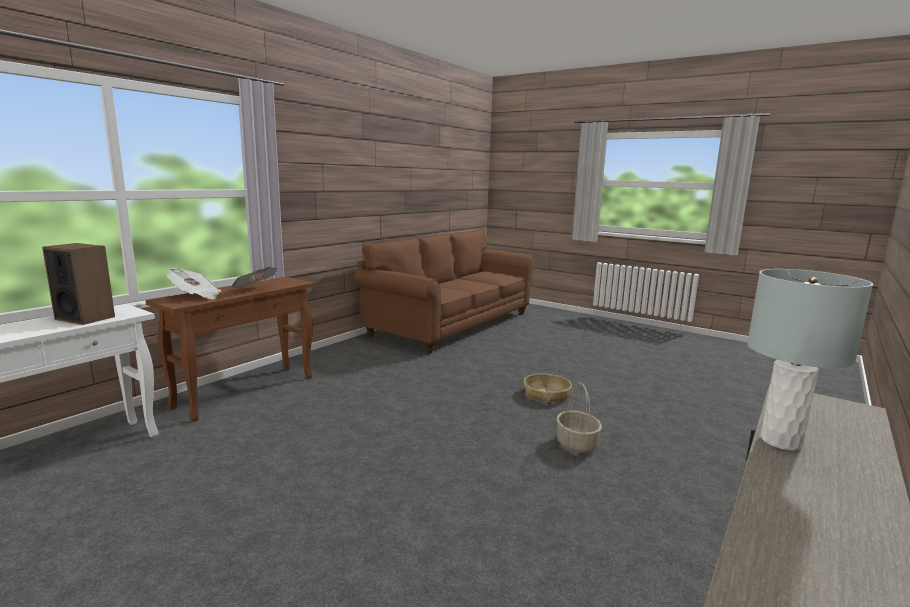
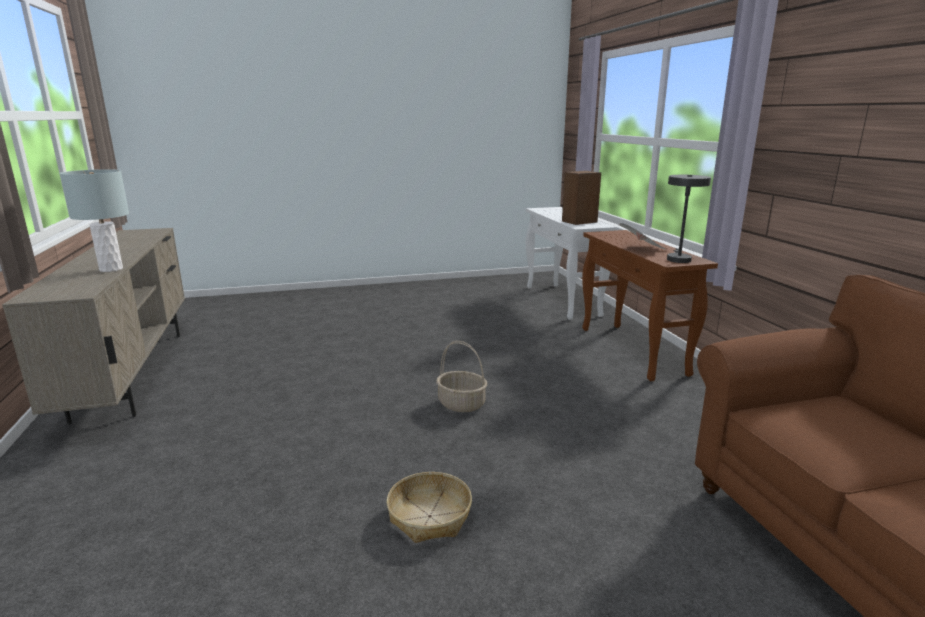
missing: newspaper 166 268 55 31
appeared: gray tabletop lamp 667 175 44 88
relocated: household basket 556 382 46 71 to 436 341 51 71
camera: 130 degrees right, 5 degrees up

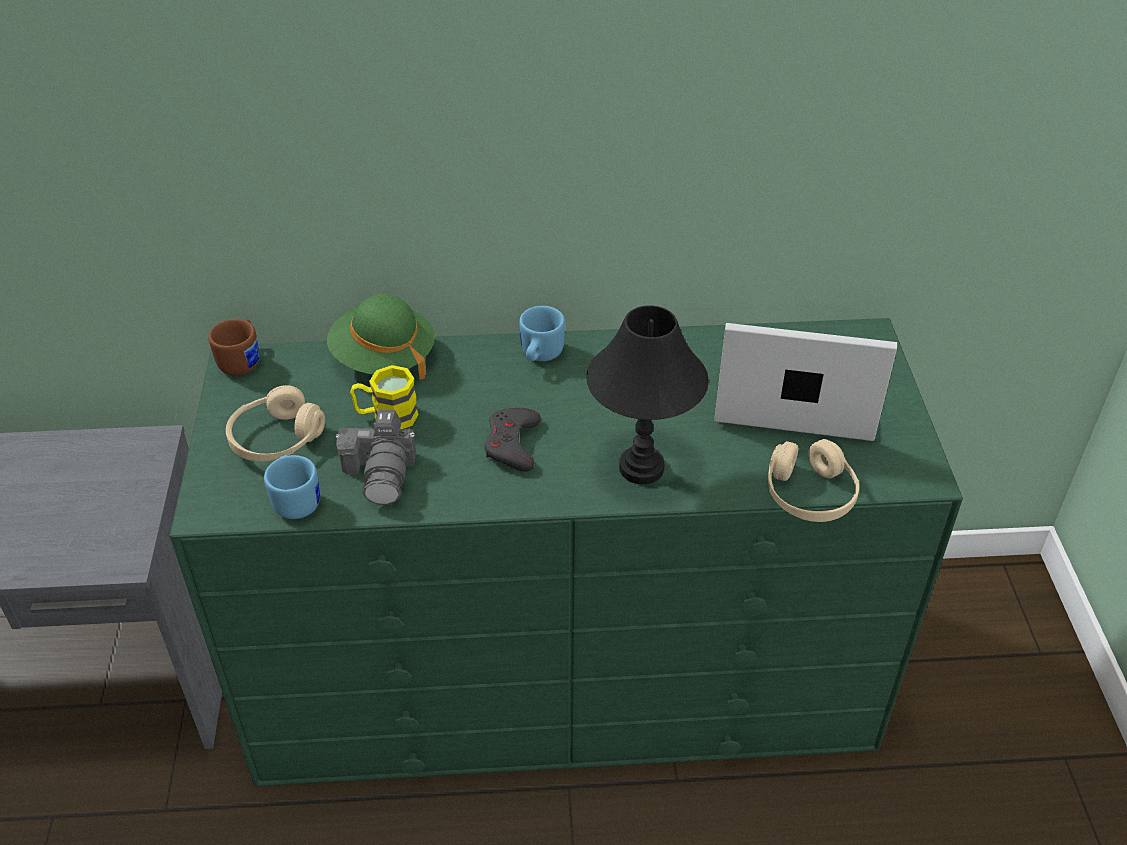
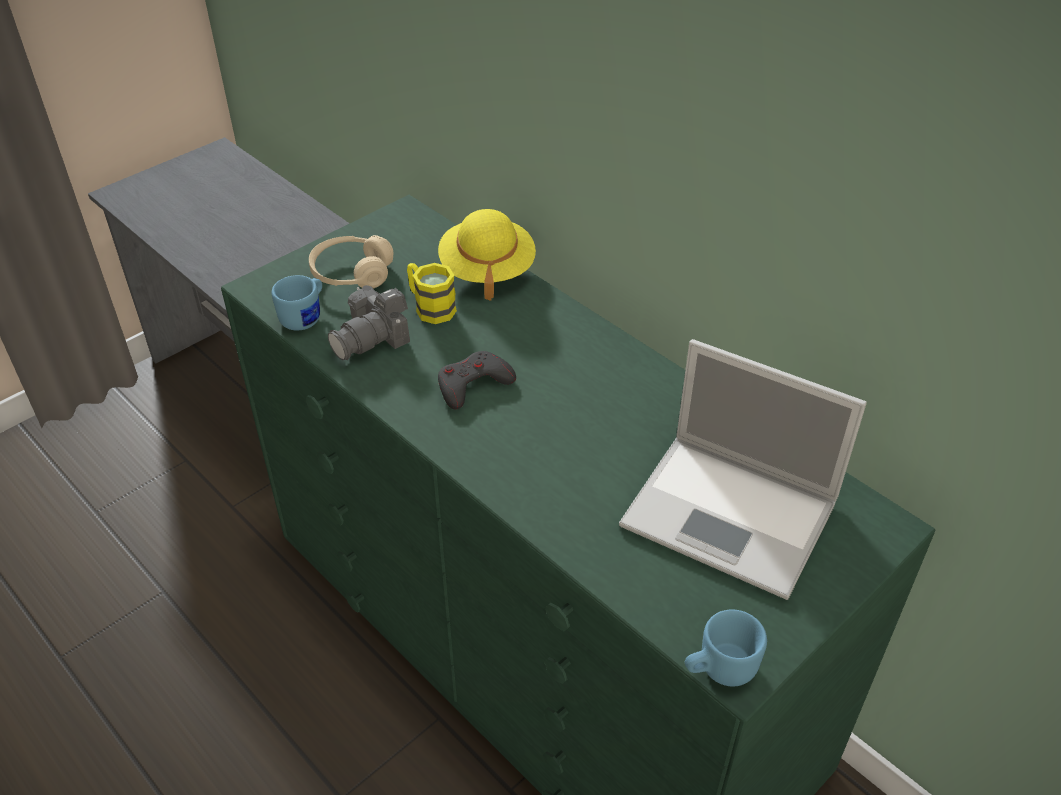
missing: black-coloured tabletop lamp 586 305 123 179; brown tea mug 208 319 51 56; beige-coloured headphones 768 439 91 83
relocated: blue tea mug 519 306 46 55 to 685 610 82 77
colour: greenish clothing hat 327 294 108 86 to yellowish clothing hat 438 209 98 92
spun: portable computer 714 323 183 118 = 619 339 248 261 150 degrees clockwise
camera: 50 degrees right, 0 degrees up

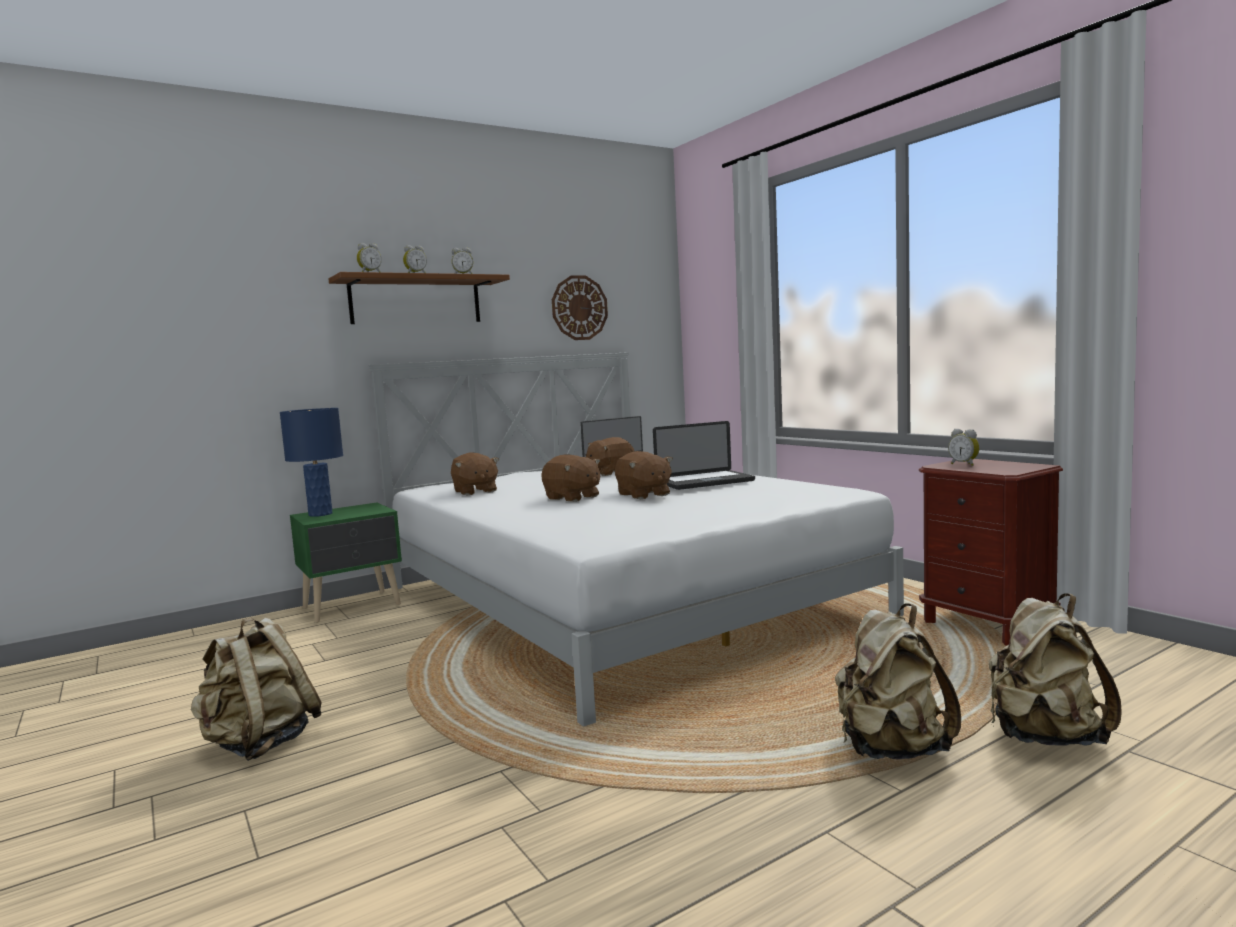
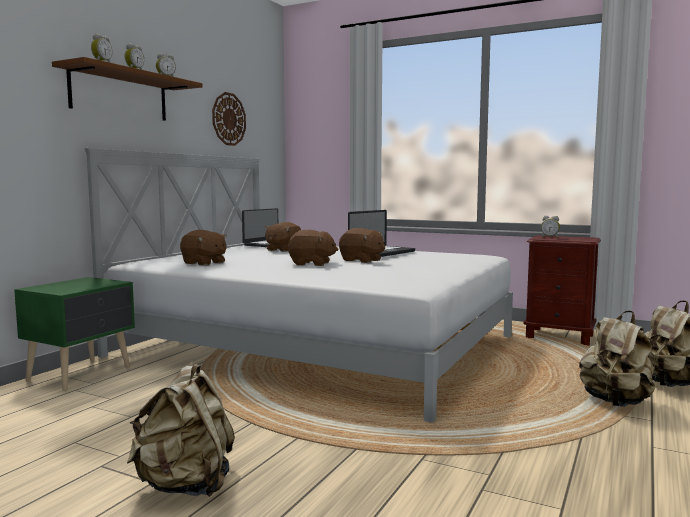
missing: blue tabletop lamp 280 408 63 109
camera: 30 degrees left, 0 degrees up

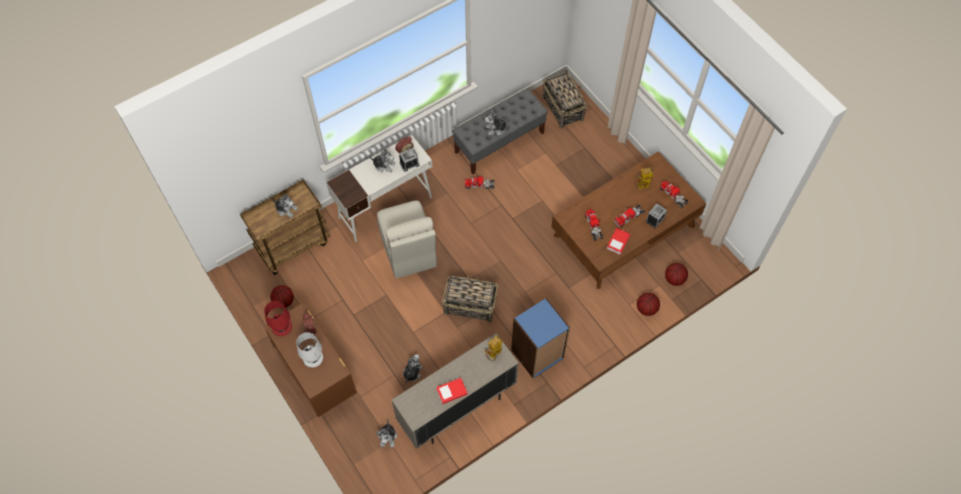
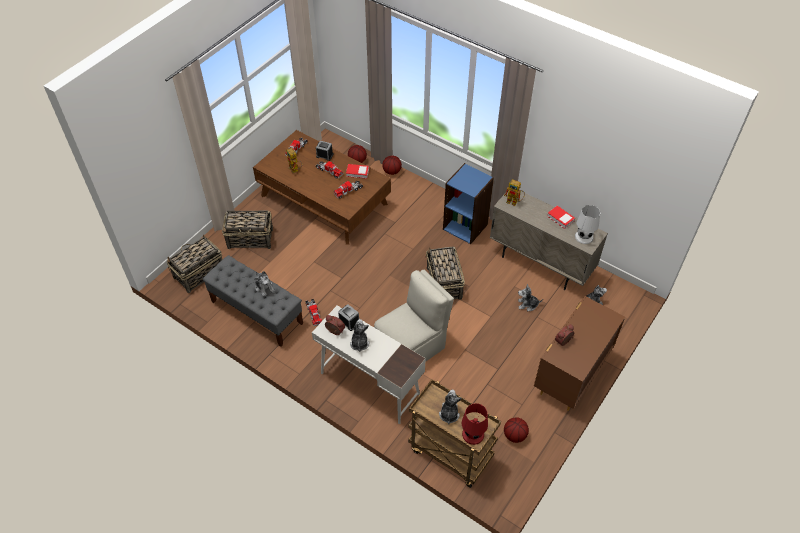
appeared: household basket 222 211 51 38
relocated: reddish tabletop lamp 264 301 28 35 to 462 403 26 42; white tabletop lamp 296 332 27 36 to 575 205 25 39
camera: 110 degrees left, 10 degrees down

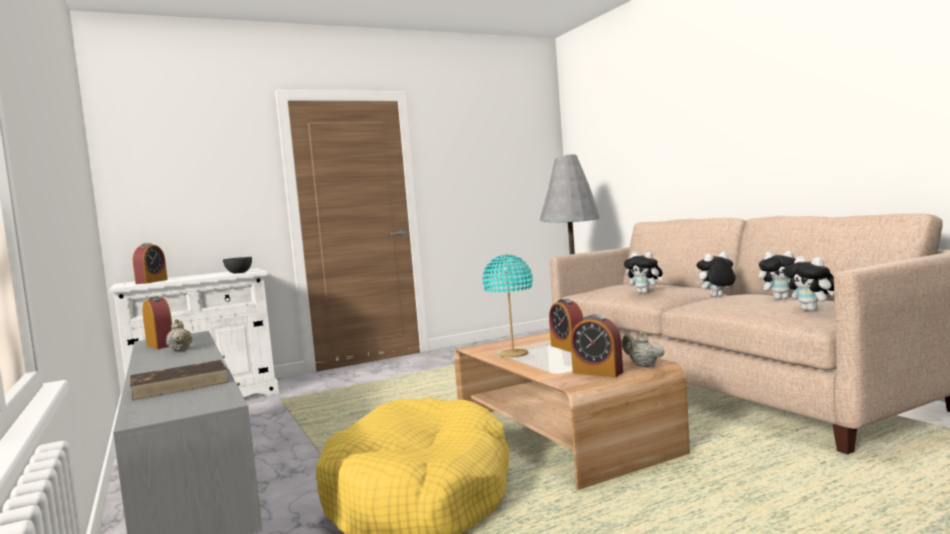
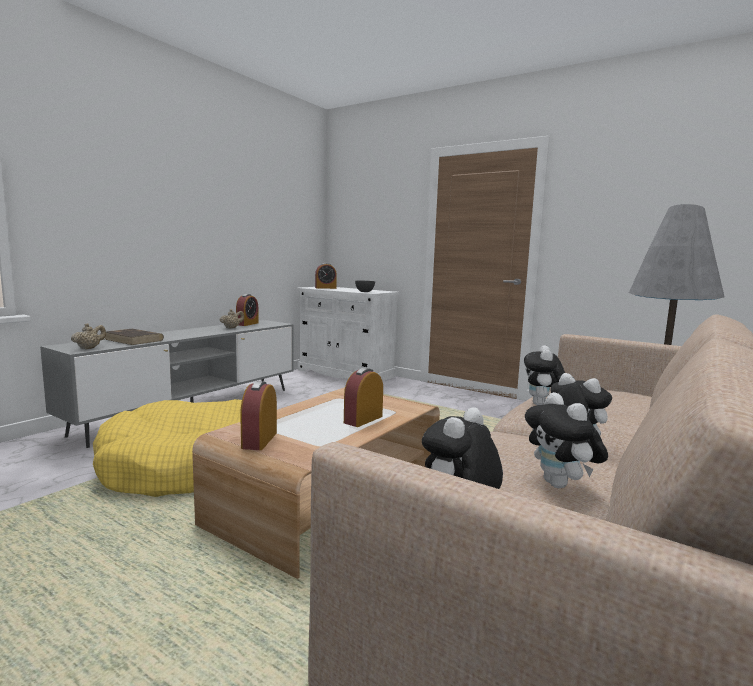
missing: turquoise tabletop lamp 482 255 51 102
relocated: beige-coloured pot for tea 622 332 43 35 to 71 323 35 26
camera: 60 degrees right, 5 degrees up

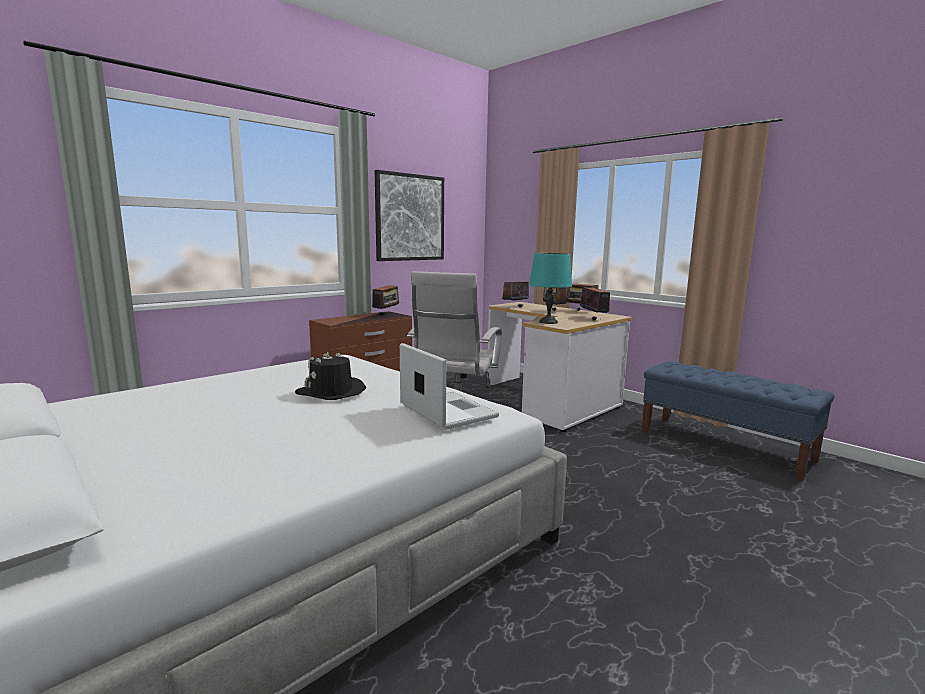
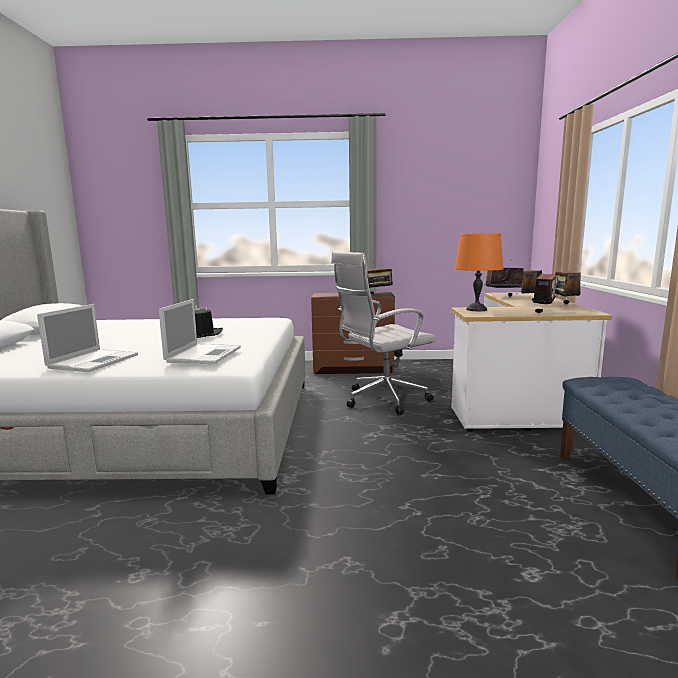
missing: picture 375 170 69 91
appeared: portable computer 37 304 101 68
colour: turquoise tabletop lamp 529 253 43 71 to orange-coloured tabletop lamp 455 233 49 78
camera: 45 degrees right, 0 degrees up

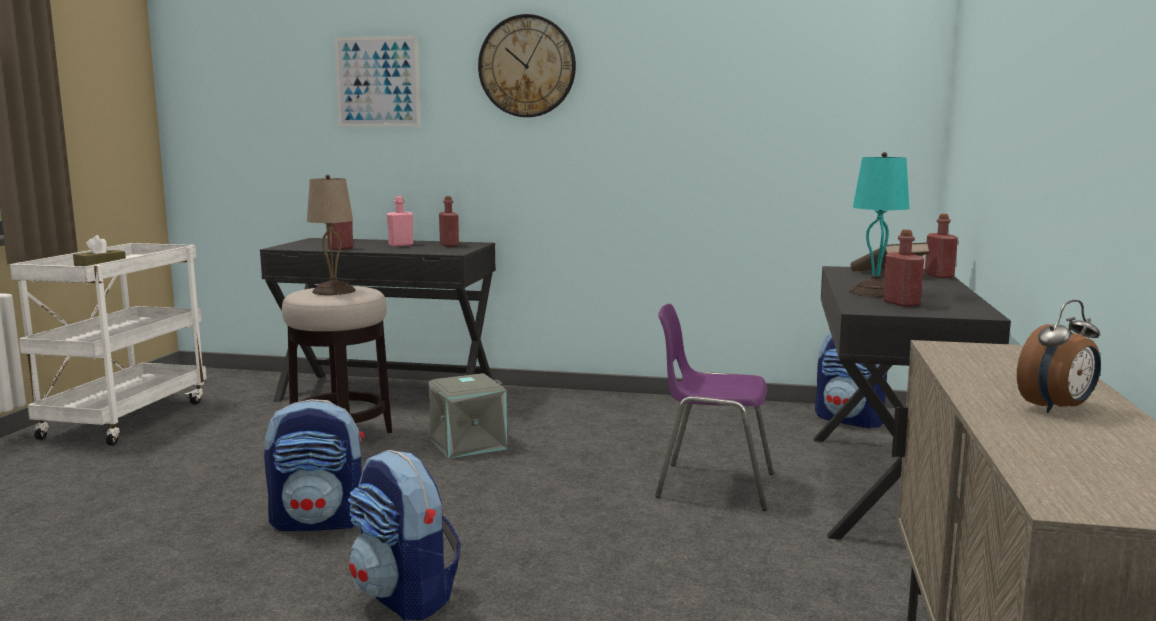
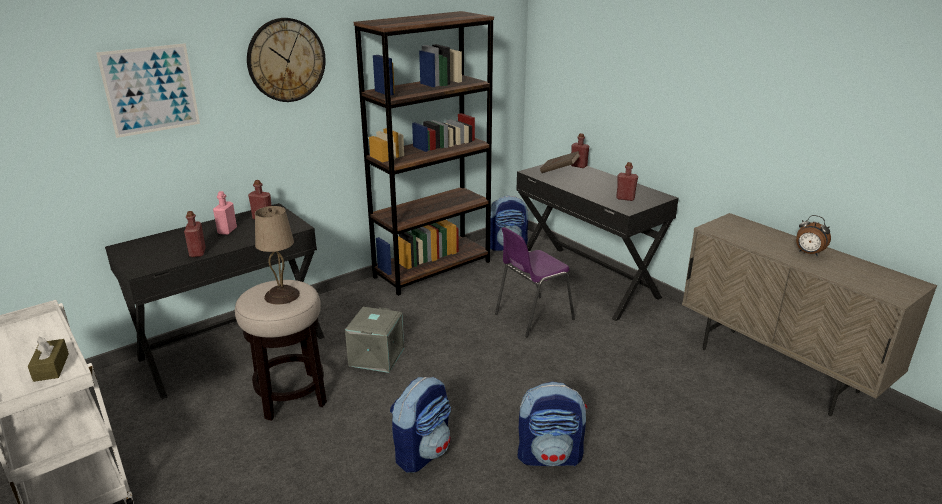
missing: turquoise tabletop lamp 849 152 60 145
appeared: brown shelving unit 354 11 140 285
spun: alarm clock 1017 300 84 113 = 796 215 35 41 120 degrees clockwise
camera: 50 degrees left, 15 degrees up

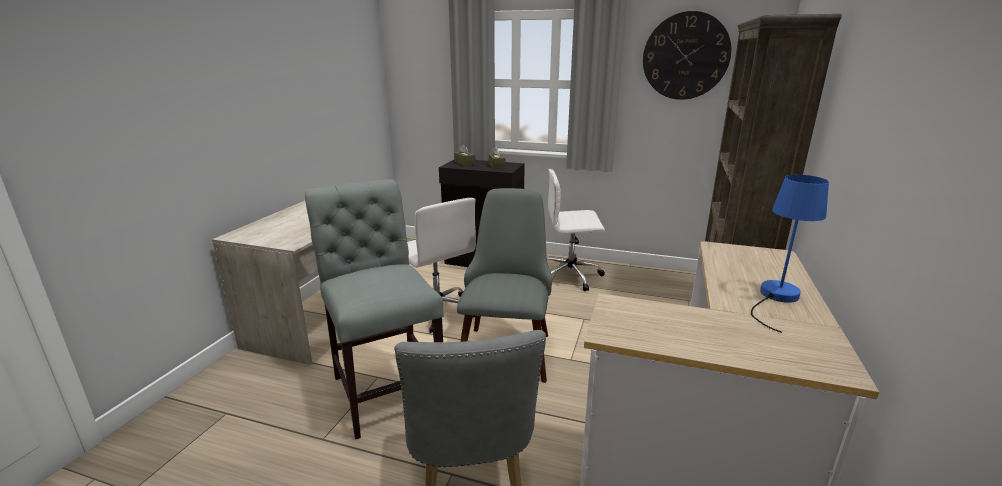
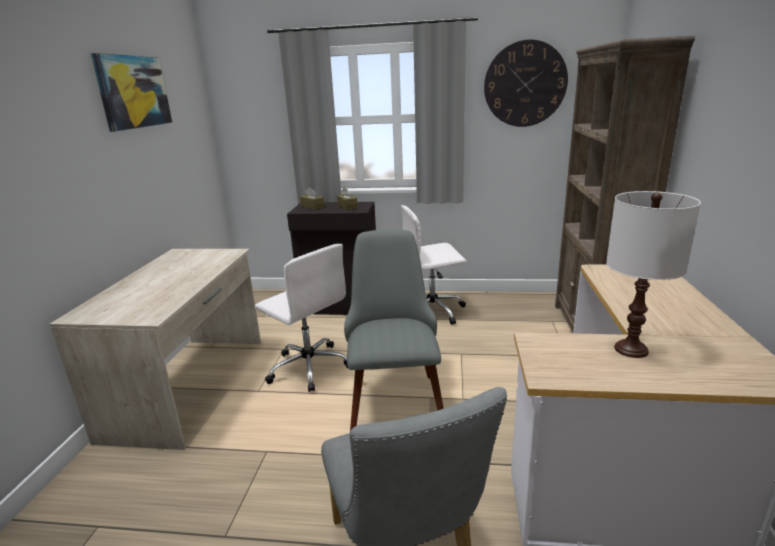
missing: blue tabletop lamp 751 175 78 158; gray upright chair 305 179 139 260
appeared: picture 91 53 81 79; white tabletop lamp 606 191 95 167
camera: 10 degrees left, 0 degrees up

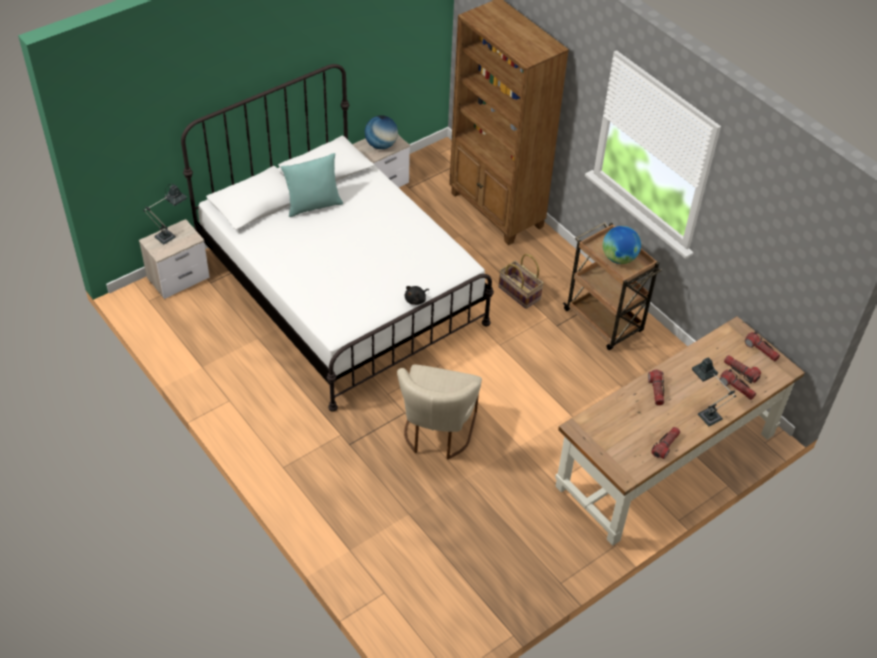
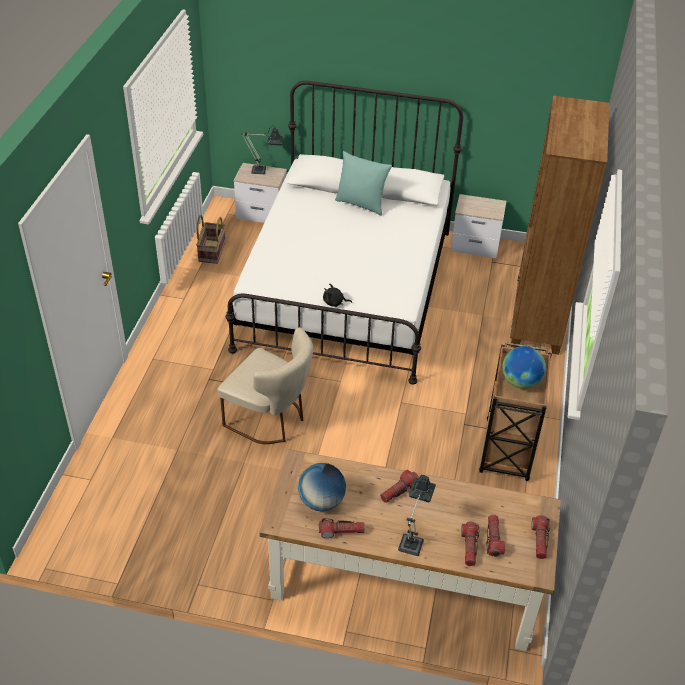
relocated: desk globe 365 115 33 34 to 298 463 48 48; household basket 499 254 45 55 to 196 215 29 49
spun: beige-coloured upright chair 397 364 85 95 = 218 327 95 117 120 degrees counterclockwise
camera: 50 degrees right, 5 degrees down

